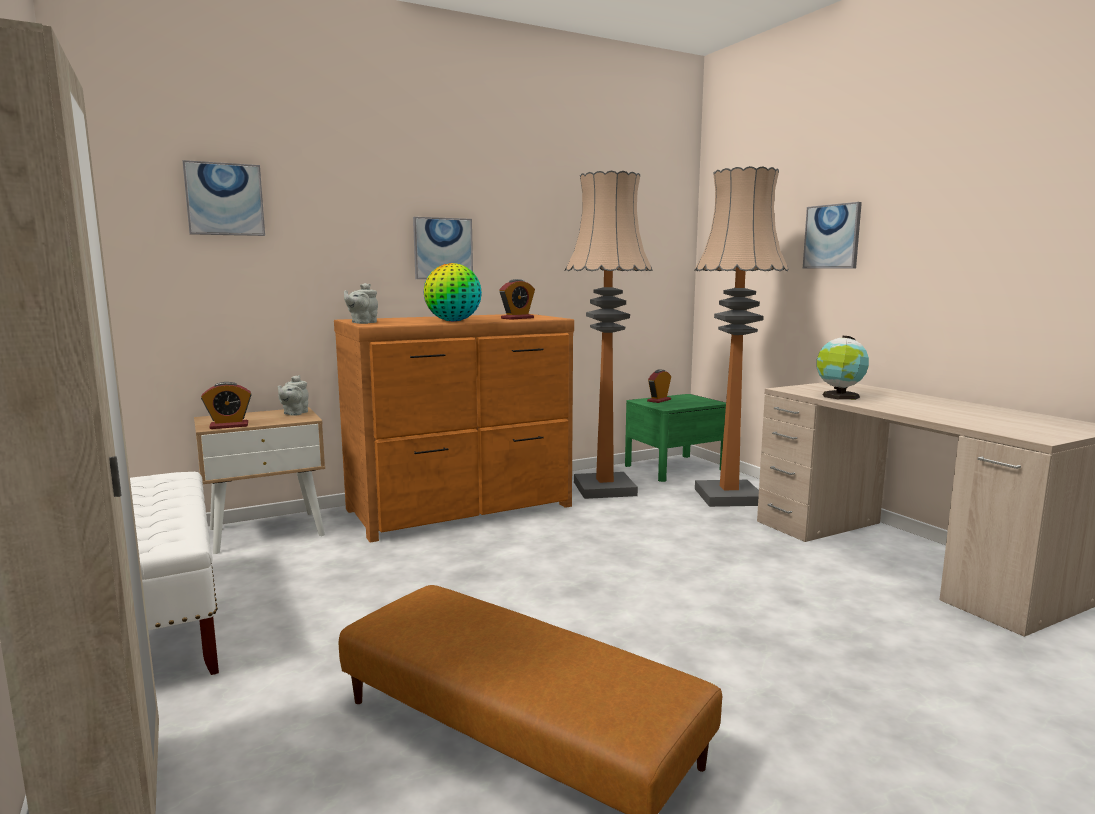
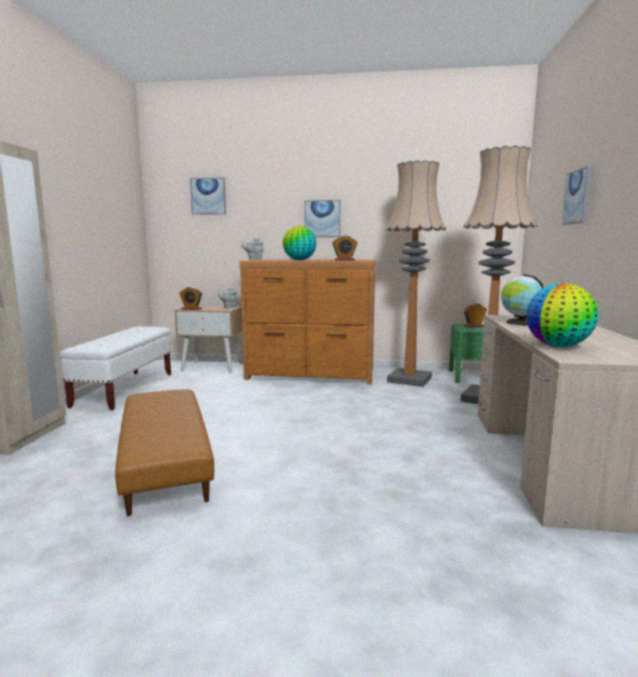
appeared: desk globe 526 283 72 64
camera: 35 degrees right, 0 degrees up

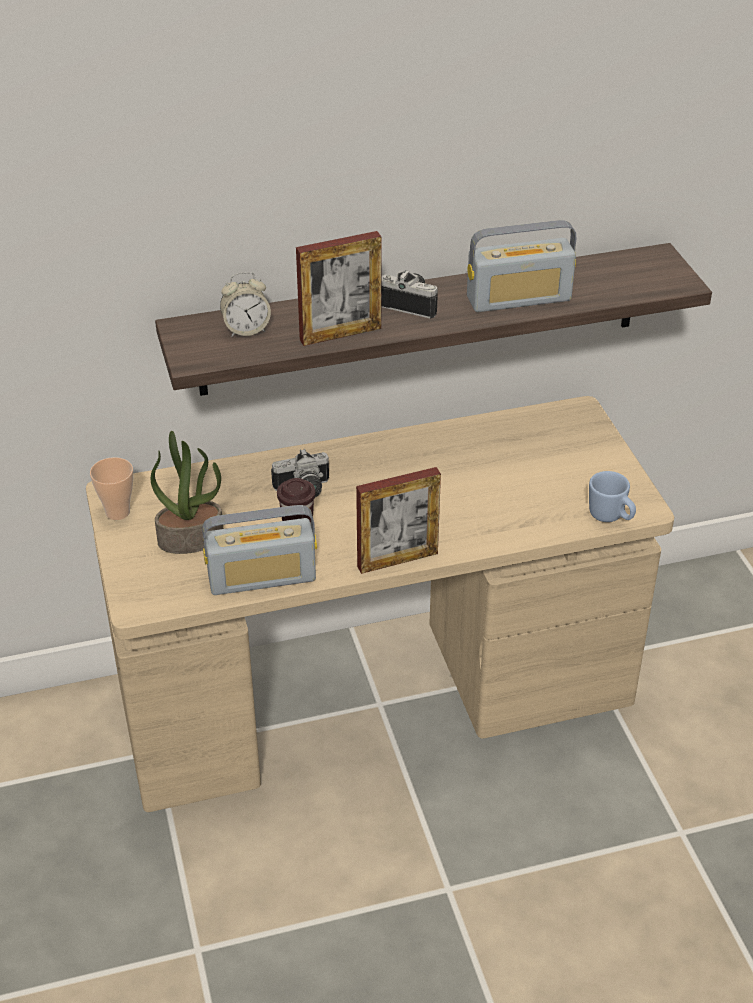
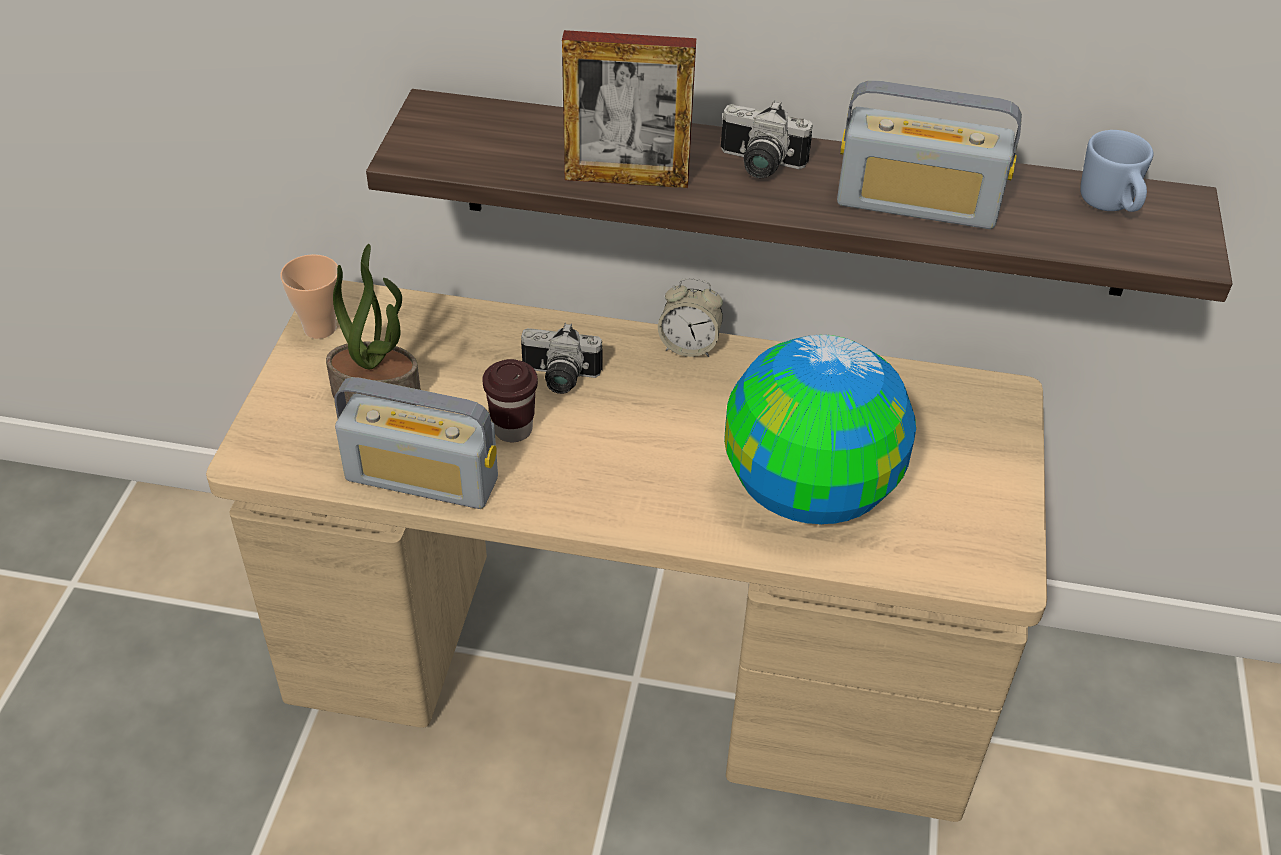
missing: photo frame 356 467 85 107
appeared: desk globe 724 335 192 189
relocated: alarm clock 220 272 51 65 to 658 278 65 79; blue tea mug 589 471 47 51 to 1080 130 74 82
spun: still camera 381 270 57 49 = 721 100 92 78 150 degrees clockwise
camera: 25 degrees right, 5 degrees up

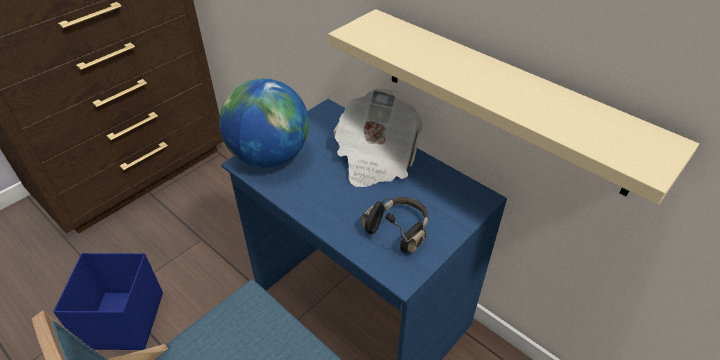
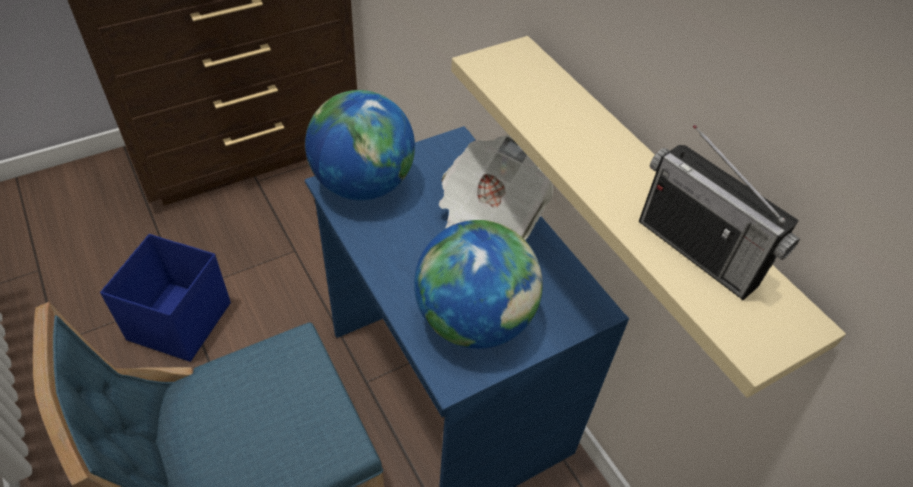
appeared: radio set 639 125 161 175
exchanged: black-coloured headphones 361 196 67 57 to desk globe 414 220 129 129
camera: 15 degrees right, 5 degrees up

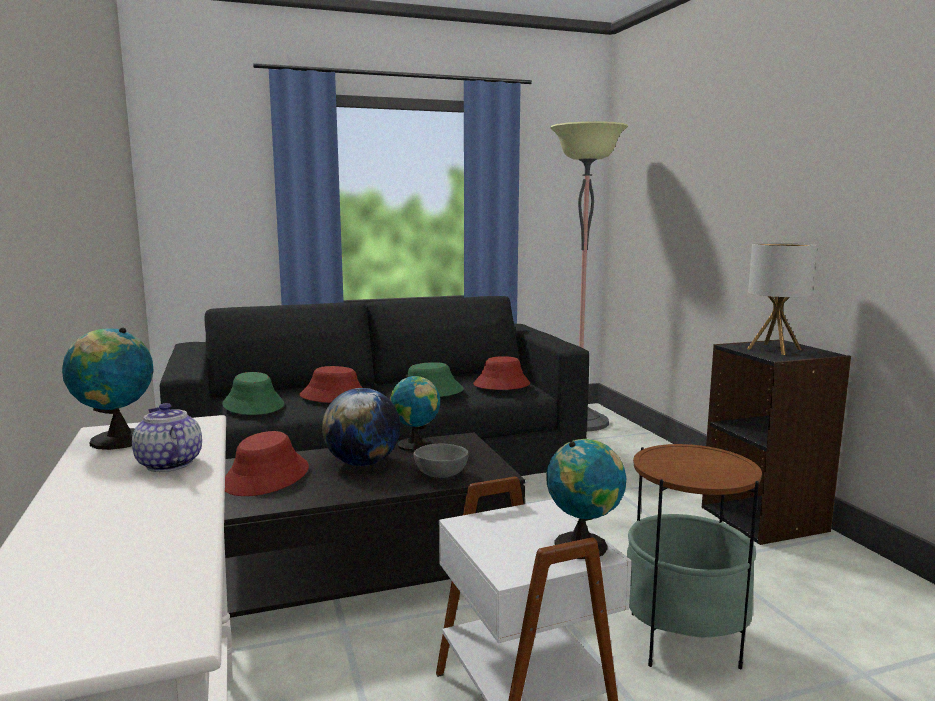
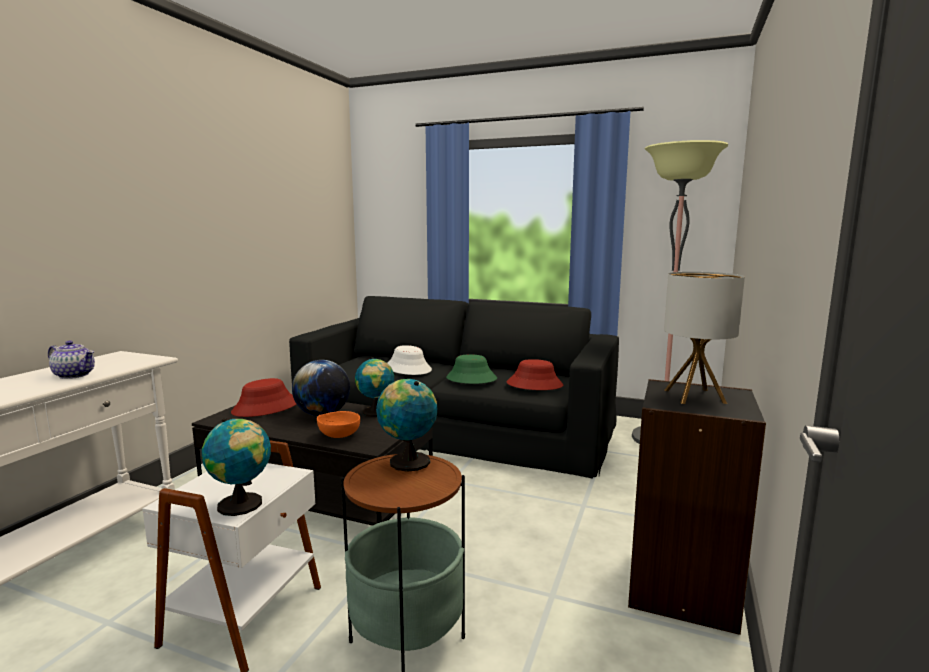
missing: greenish clothing hat 222 372 62 43
relocated: desk globe 62 328 92 122 to 376 379 61 93
colour: reddish clothing hat 299 366 64 37 to white clothing hat 388 345 44 30; gray serving bowl 414 444 55 34 to orange-coloured serving bowl 317 411 43 27
spun: pot for tea 132 403 70 69 = 48 340 47 39 105 degrees clockwise
camera: 40 degrees right, 0 degrees up

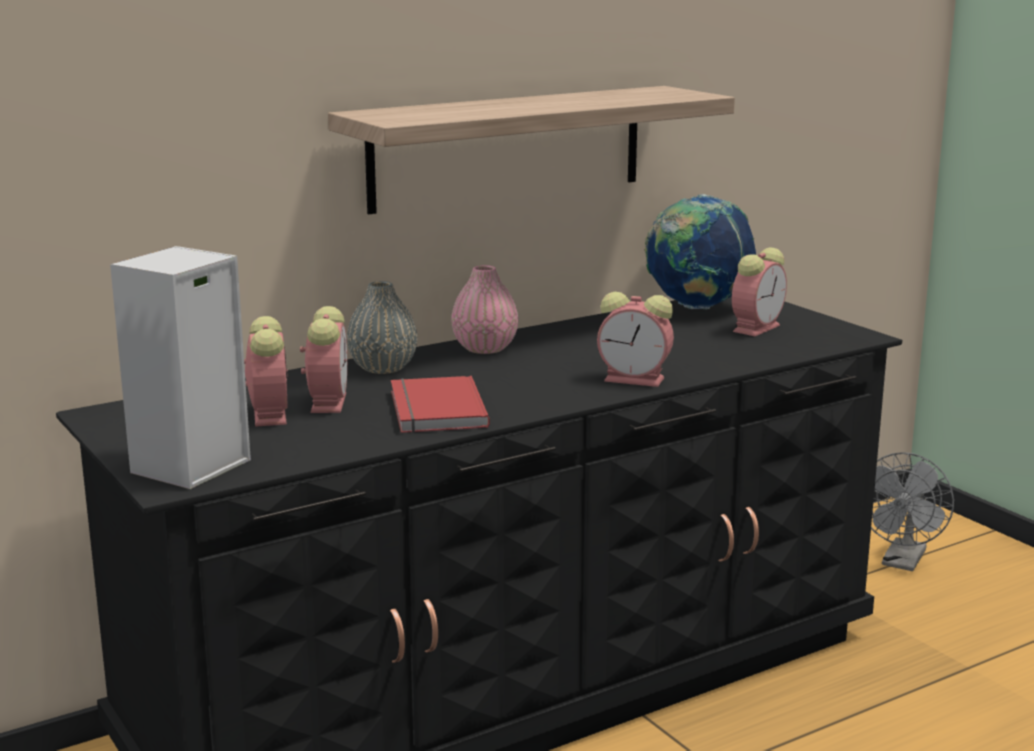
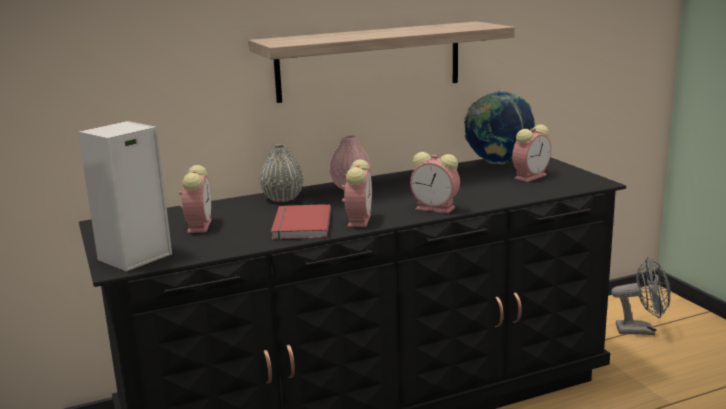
relocated: alarm clock 300 306 47 107 to 341 159 31 68
spun: gray electric fan 871 452 83 119 = 611 257 60 78 120 degrees counterclockwise
camera: 10 degrees right, 0 degrees up

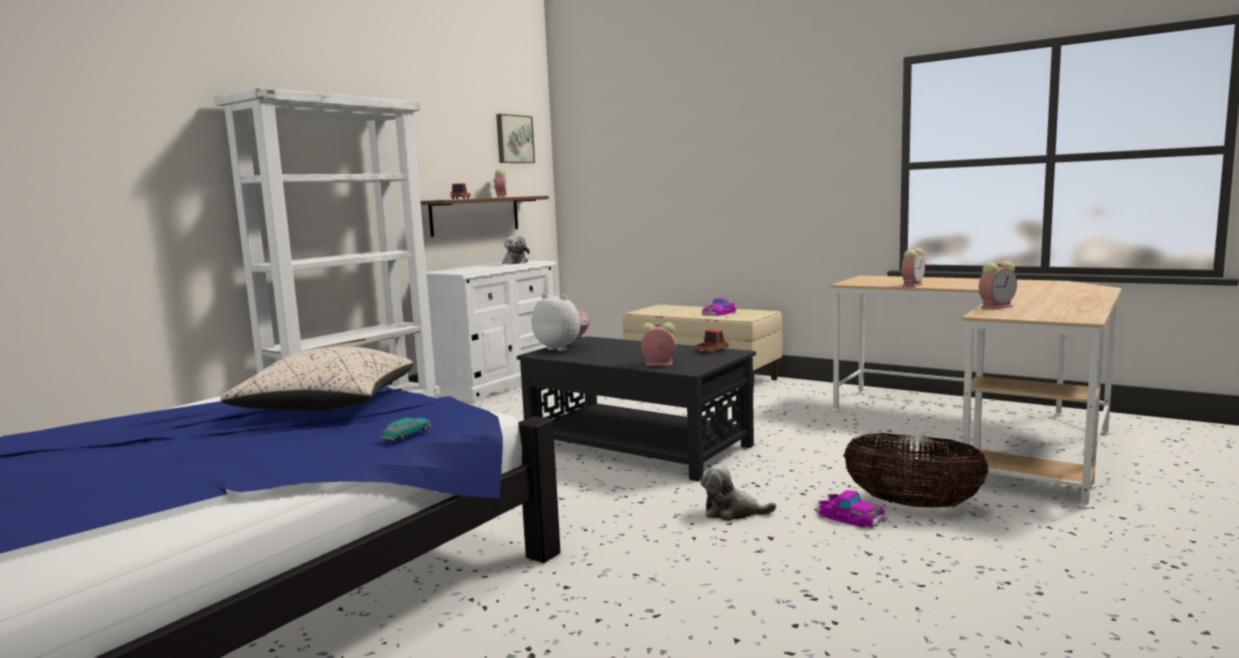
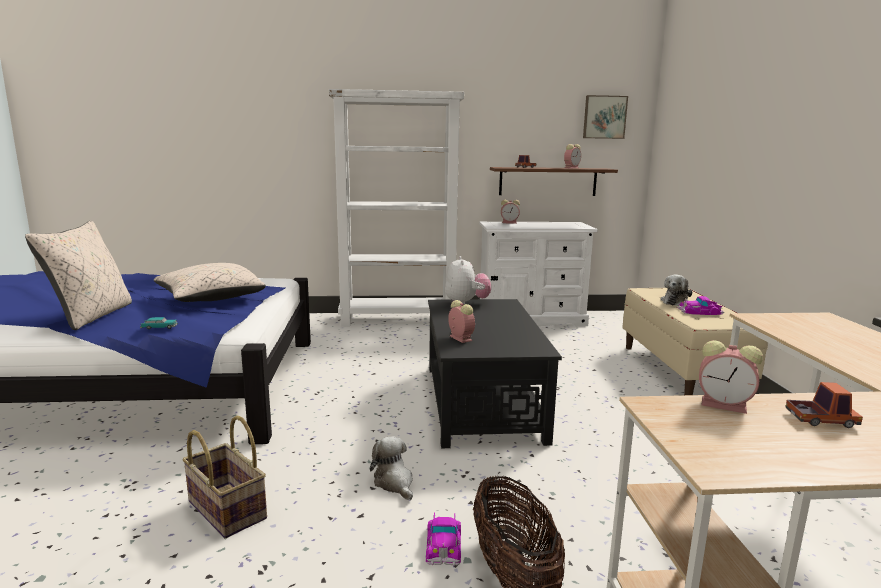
appeared: beige-coloured cushion 25 221 107 109; household basket 183 415 84 123
relocated: soft toy 502 235 28 29 to 660 274 32 32; alarm clock 901 248 24 39 to 501 200 19 24; toy truck 694 329 35 24 to 785 382 78 46
camera: 50 degrees right, 5 degrees up

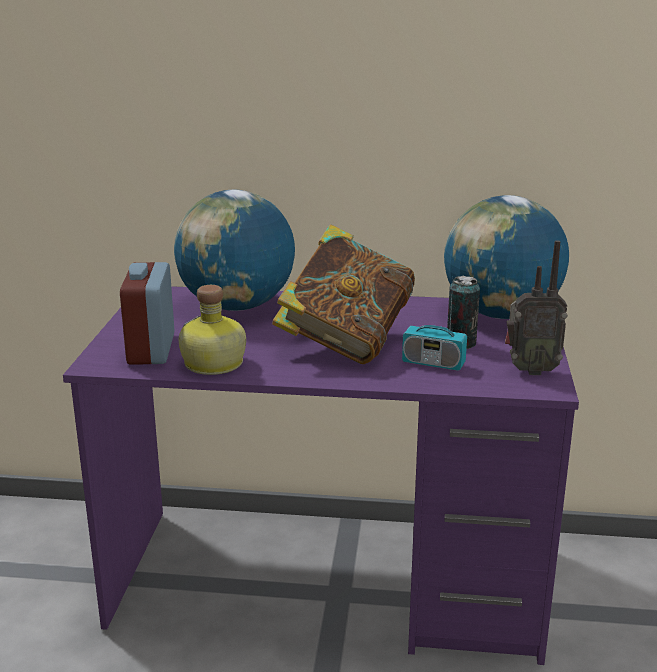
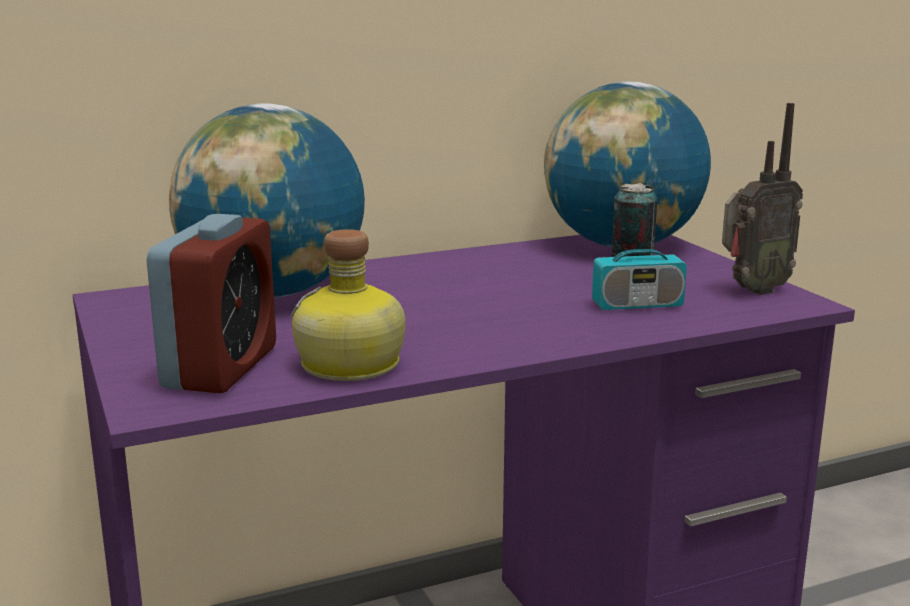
missing: bound book 272 224 143 140
spun: alarm clock 120 262 54 103 = 146 214 130 179 135 degrees counterclockwise
camera: 30 degrees left, 5 degrees down

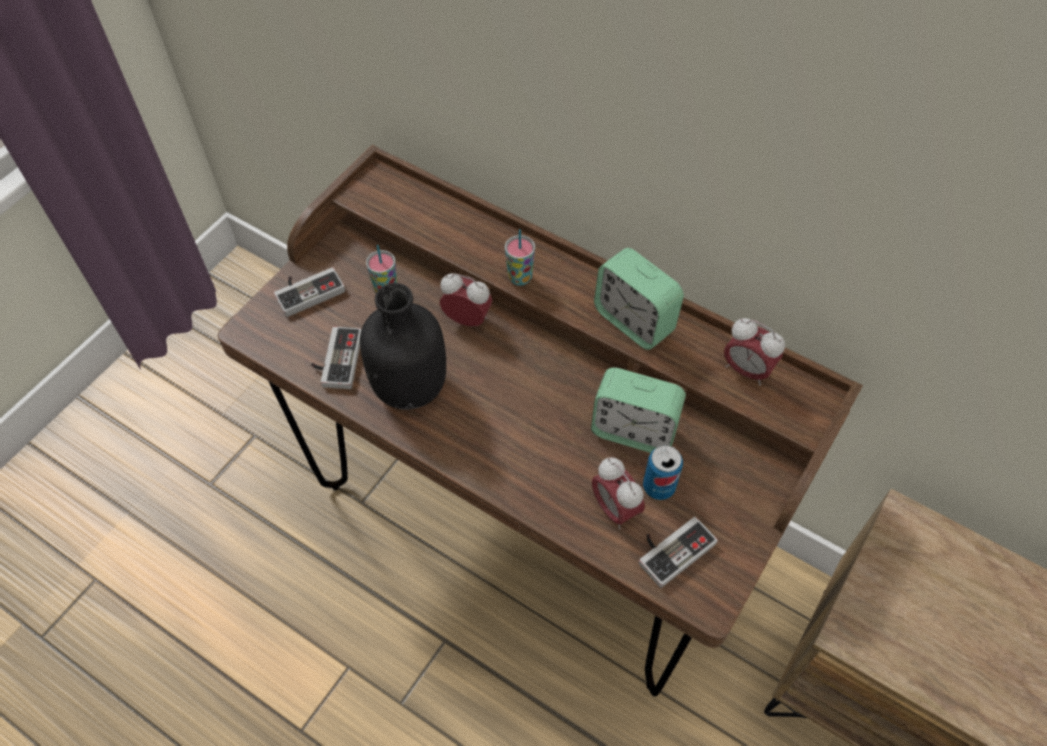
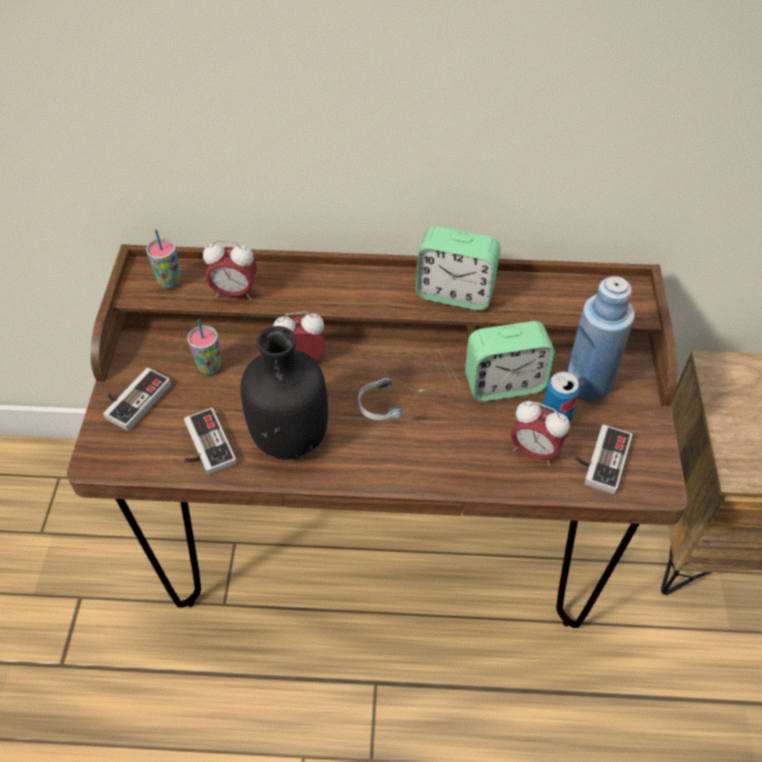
appeared: blue beverage bottle 567 276 68 125; headphones 358 343 102 77
relocated: cup 505 229 30 57 to 146 229 35 59; alarm clock 724 318 61 68 to 203 240 54 60
camera: 30 degrees left, 5 degrees down

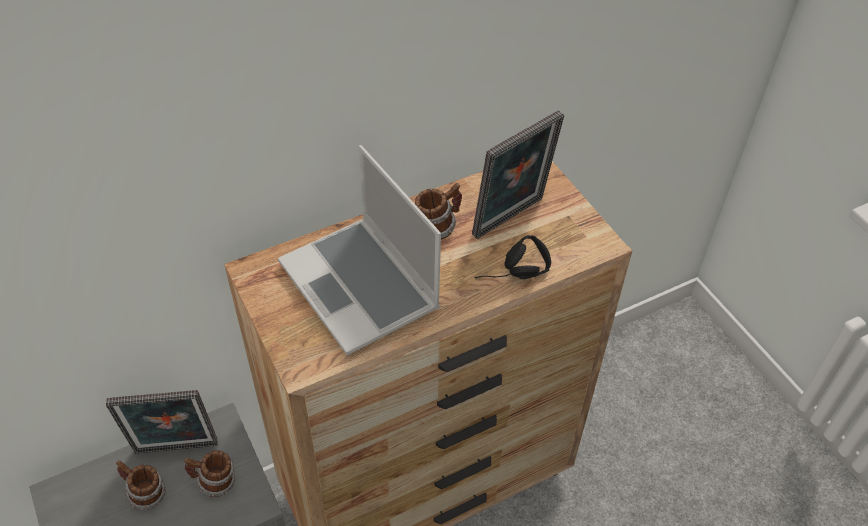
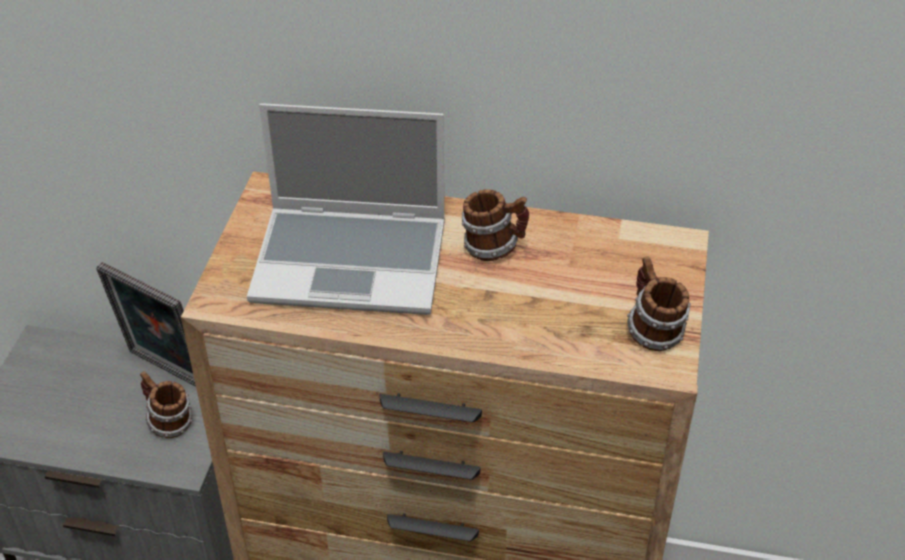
missing: photo frame 472 110 92 129; black-coloured headphones 474 235 77 44
relocated: tea mug 116 460 50 50 to 627 256 64 95
spun: portable computer 278 145 163 210 = 247 103 198 212 90 degrees counterclockwise
camera: 40 degrees right, 5 degrees down

